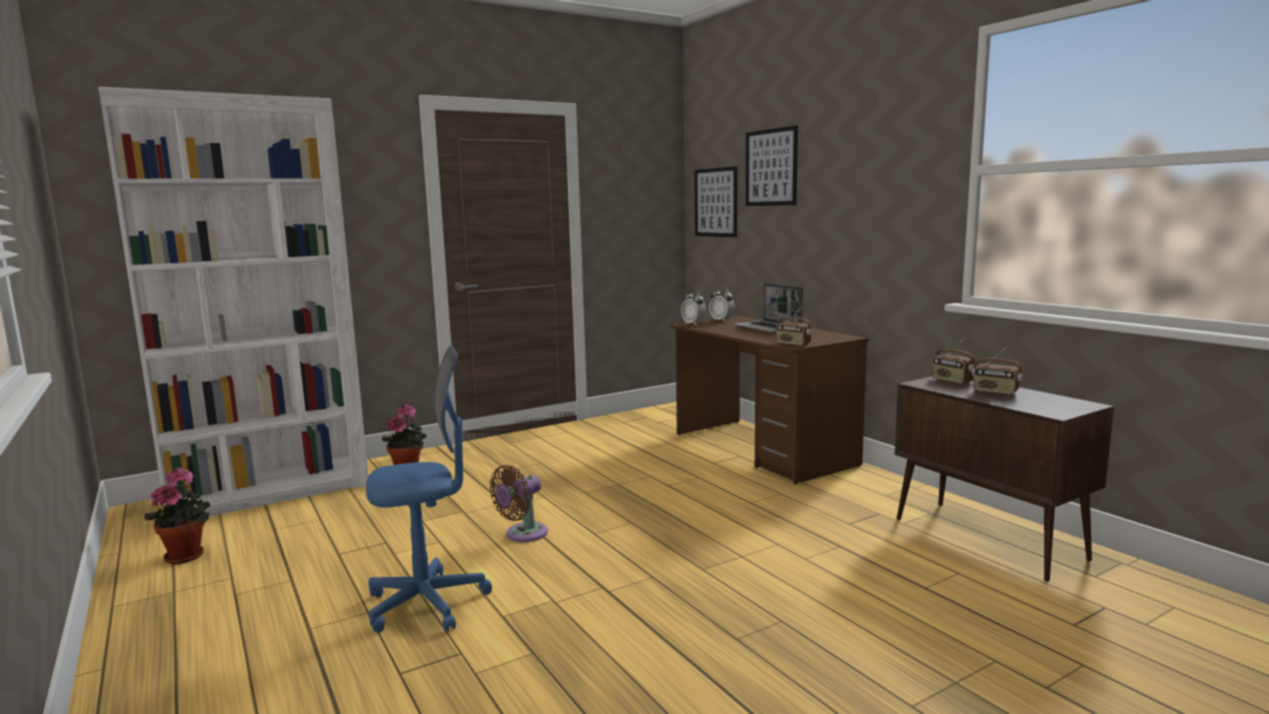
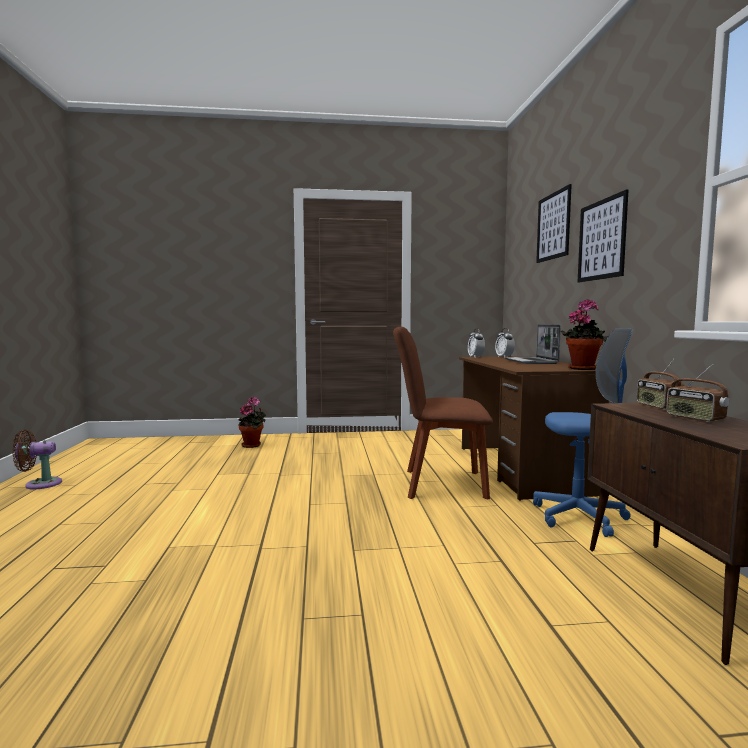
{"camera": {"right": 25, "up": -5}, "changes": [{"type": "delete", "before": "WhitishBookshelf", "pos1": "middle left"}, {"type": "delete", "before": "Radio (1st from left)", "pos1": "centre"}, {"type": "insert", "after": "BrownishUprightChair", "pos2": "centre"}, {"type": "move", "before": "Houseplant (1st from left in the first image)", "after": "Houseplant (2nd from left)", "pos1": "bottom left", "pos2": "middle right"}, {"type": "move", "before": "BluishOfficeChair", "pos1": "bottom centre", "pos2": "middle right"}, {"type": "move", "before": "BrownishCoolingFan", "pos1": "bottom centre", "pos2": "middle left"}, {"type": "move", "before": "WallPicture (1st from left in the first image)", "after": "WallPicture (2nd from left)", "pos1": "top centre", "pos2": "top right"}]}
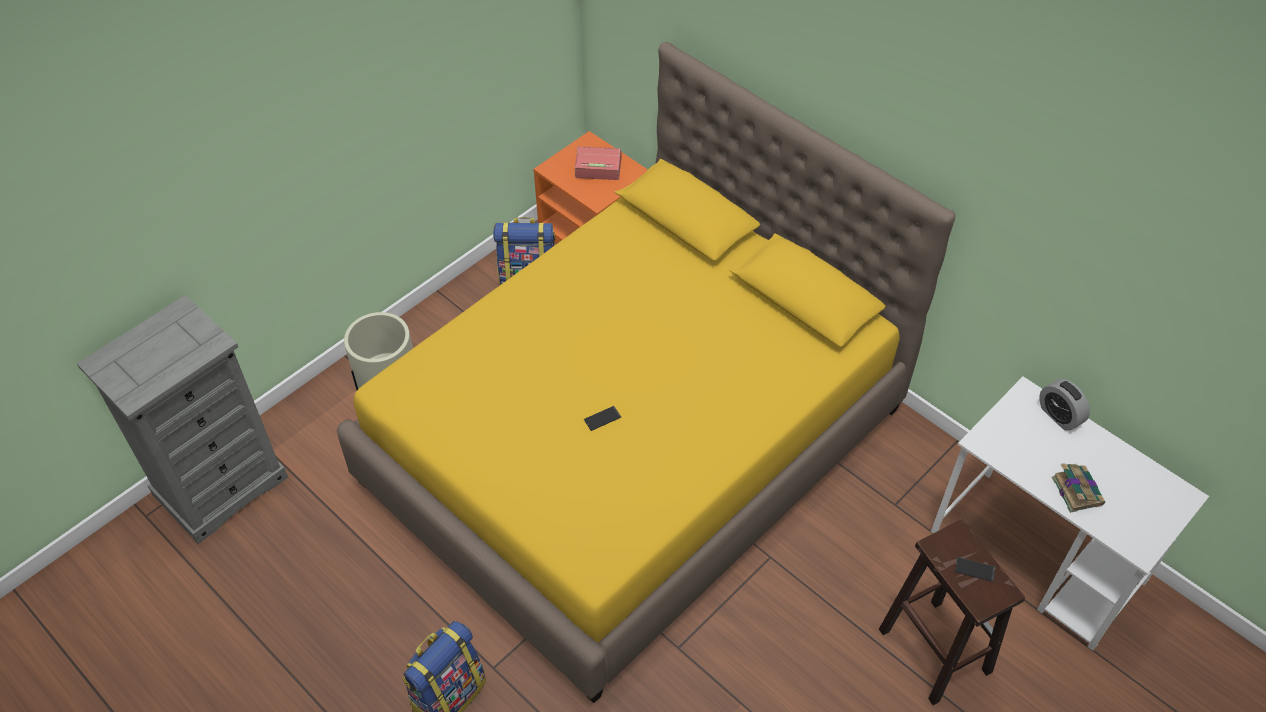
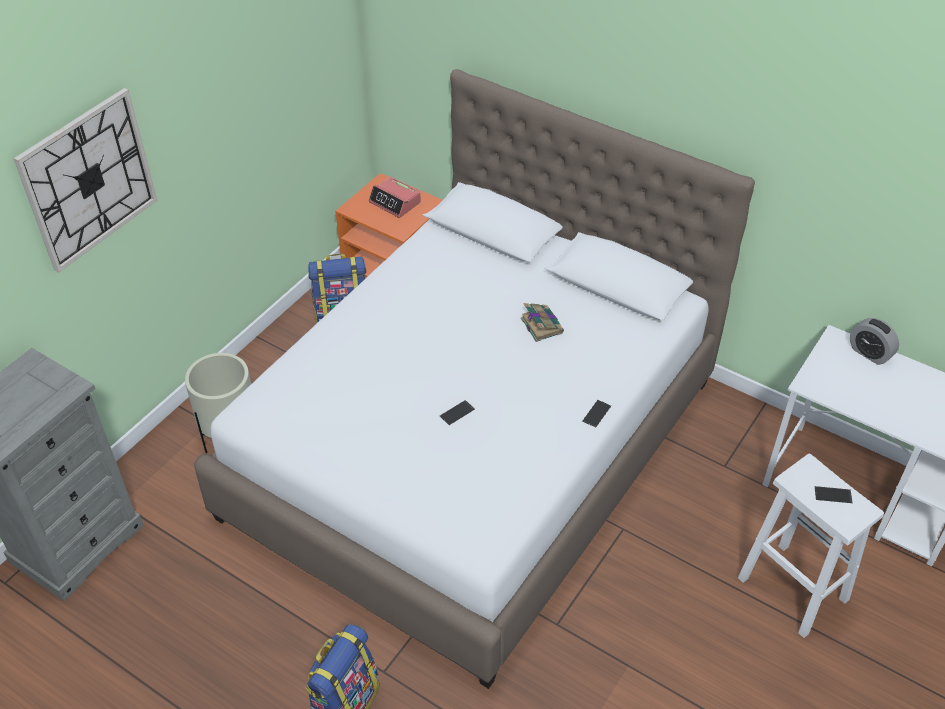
{"camera": {"right": -10, "up": -5}, "changes": [{"type": "insert", "after": "HangingClock", "pos2": "top left"}, {"type": "insert", "after": "Telephone (2nd from left)", "pos2": "centre"}, {"type": "move", "before": "Volume", "pos1": "bottom right", "pos2": "centre"}, {"type": "recolor", "before": "YellowBedroomBed", "after": "WhitishBedroomBed", "pos1": "centre", "pos2": "centre"}, {"type": "recolor", "before": "BrownishStoolSeat", "after": "WhitishStoolSeat", "pos1": "bottom right", "pos2": "bottom right"}, {"type": "rotate", "before": "AlarmClock (1st from left)", "pos1": "top centre", "pos2": "top centre", "turn": -135}]}
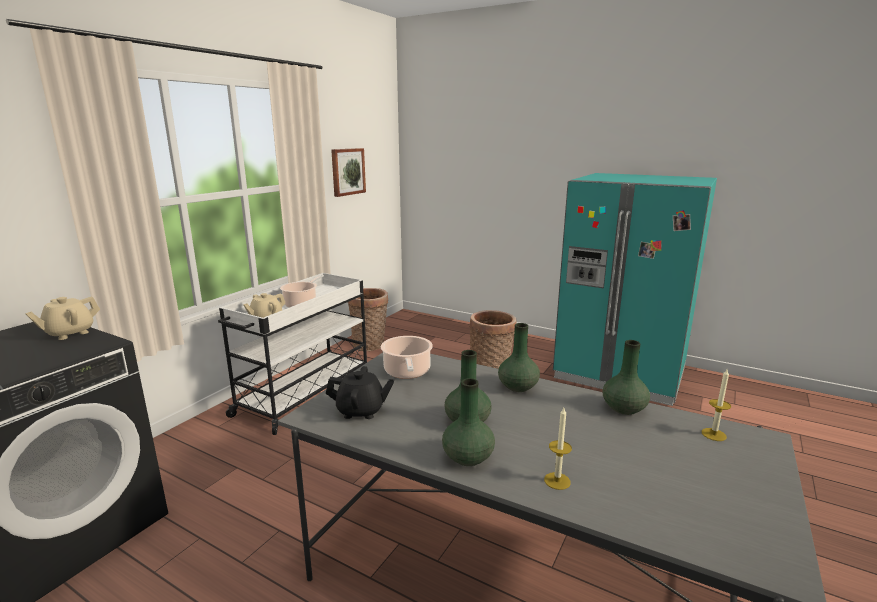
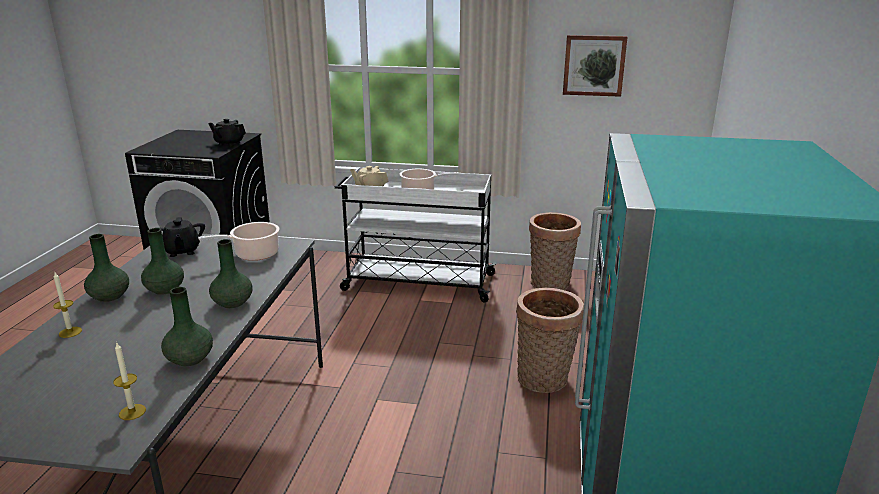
{"camera": {"right": 70, "up": 5}, "changes": [{"type": "recolor", "before": "BeigePotForTea (1st from left)", "after": "BlackColouredPotForTea (2nd from left)", "pos1": "middle left", "pos2": "top left"}]}
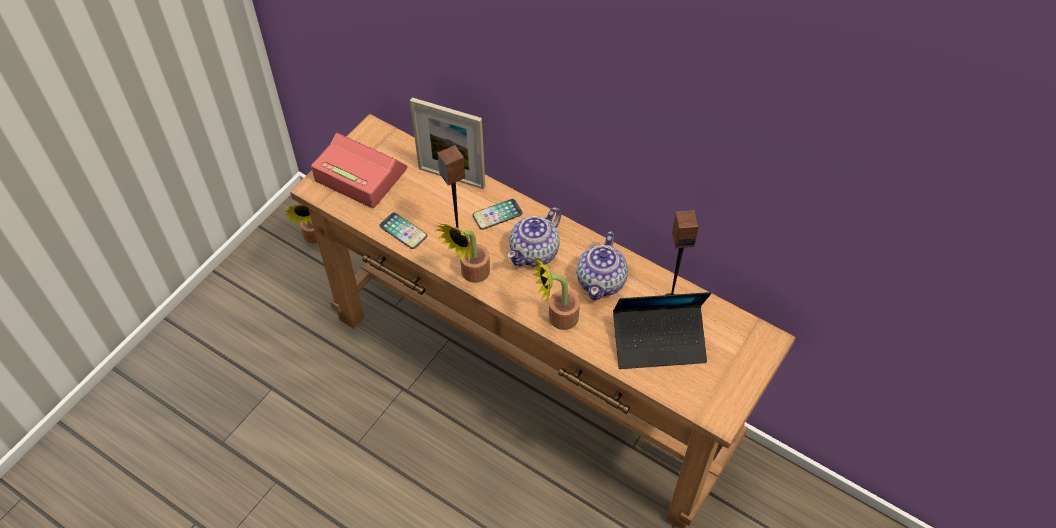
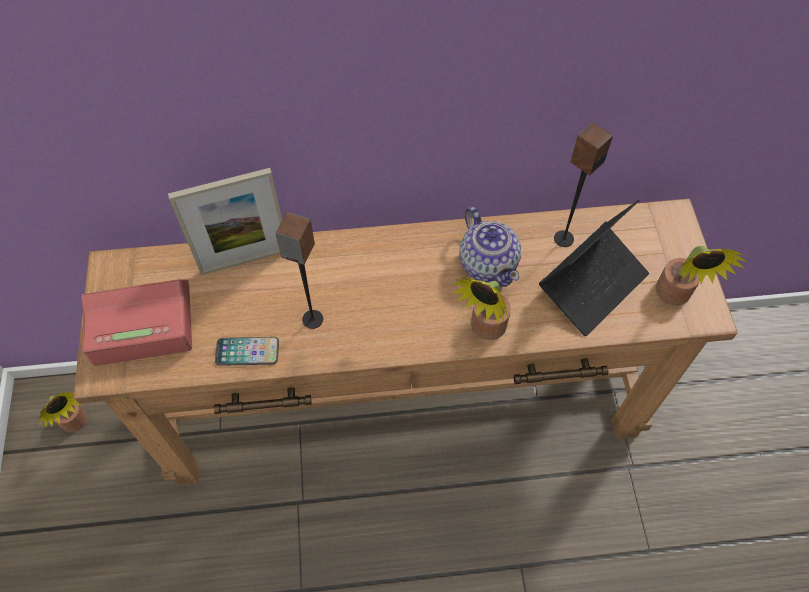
{"camera": {"right": -40, "up": 5}, "changes": [{"type": "delete", "before": "Telephone (2nd from left)", "pos1": "centre"}, {"type": "delete", "before": "PotForTea (1st from left)", "pos1": "centre"}, {"type": "move", "before": "Houseplant (2nd from left in the first image)", "after": "Houseplant (3rd from left)", "pos1": "centre", "pos2": "middle right"}]}
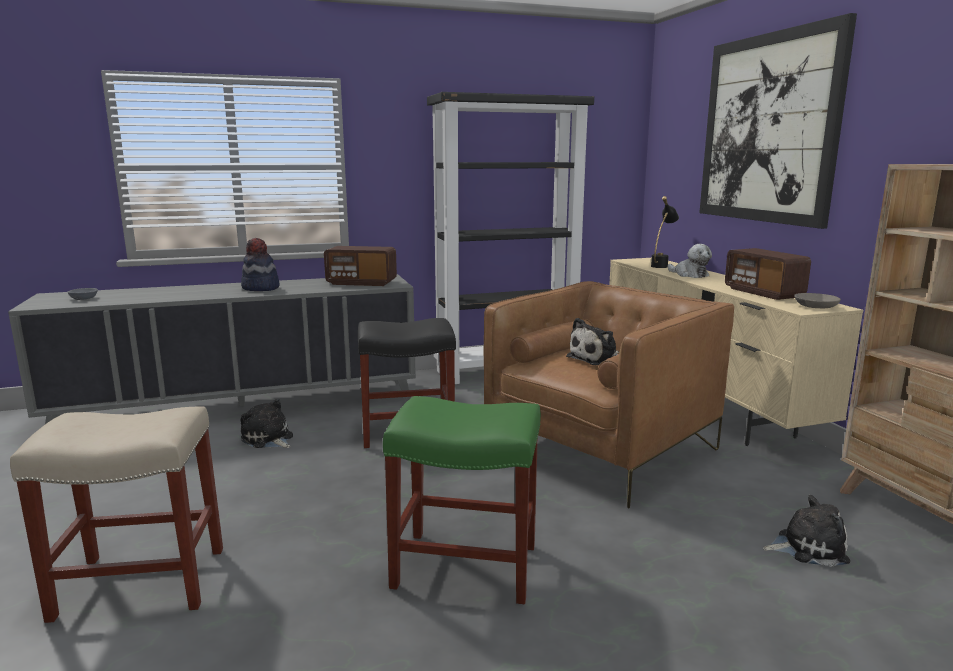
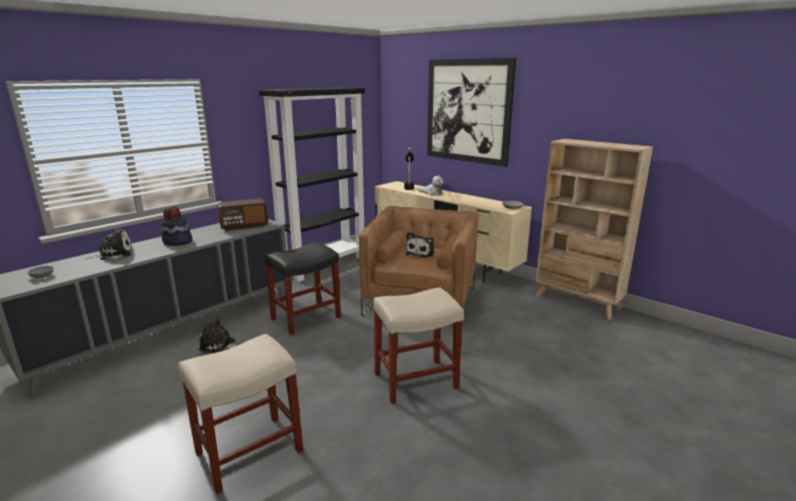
{"camera": {"right": -30, "up": 5}, "changes": [{"type": "delete", "before": "Radio (2nd from left)", "pos1": "middle right"}, {"type": "move", "before": "PlushToy (4th from left in the first image)", "after": "PlushToy (1st from left)", "pos1": "bottom right", "pos2": "middle left"}, {"type": "recolor", "before": "GreenStoolSeat", "after": "BeigeStoolSeat (2nd from left)", "pos1": "bottom centre", "pos2": "bottom centre"}]}
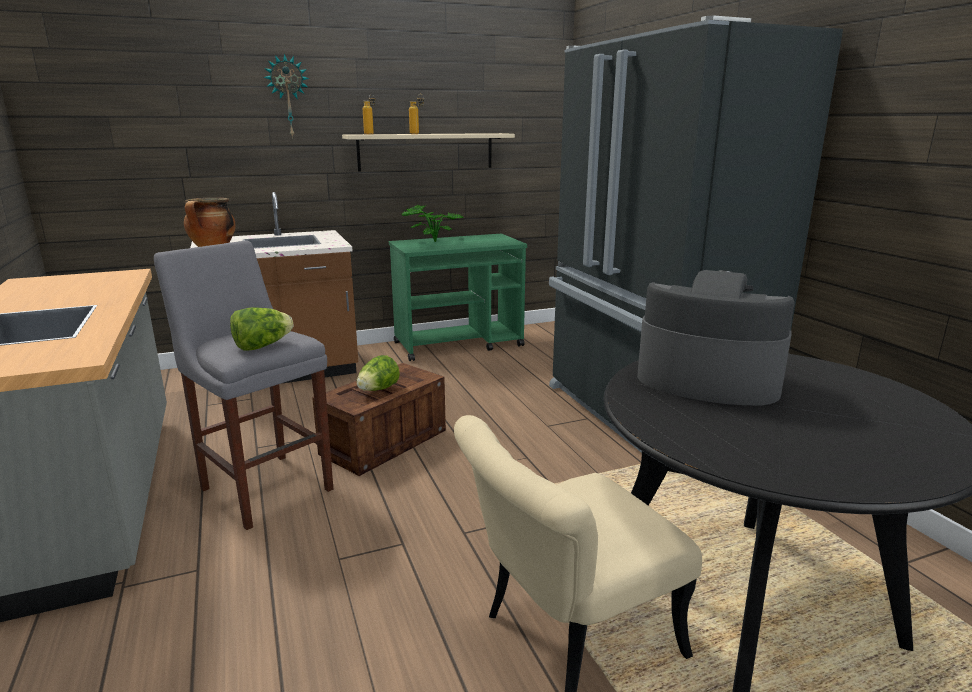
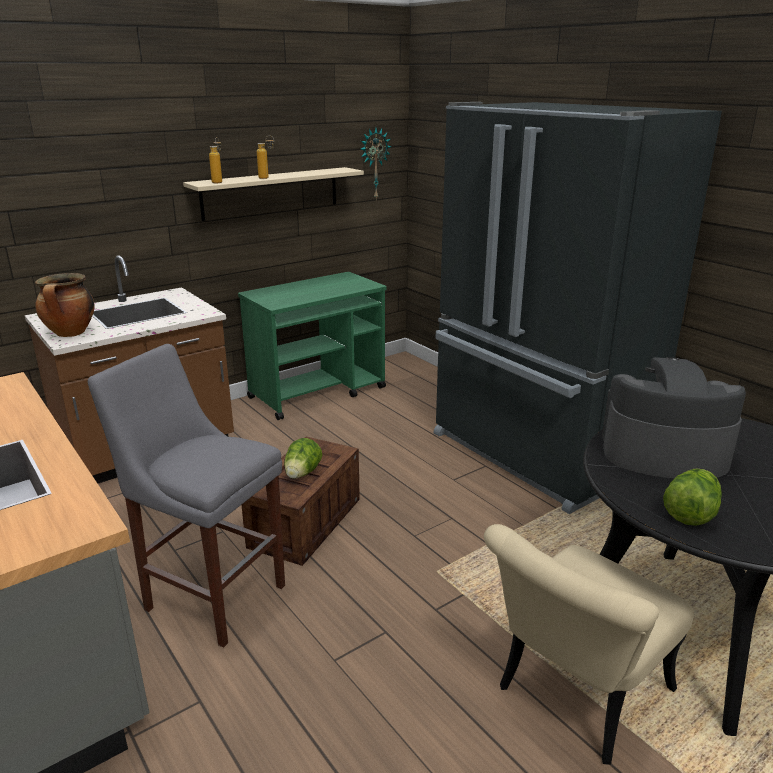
{"camera": {"right": -15, "up": 5}, "changes": [{"type": "delete", "before": "Houseplant", "pos1": "top centre"}, {"type": "move", "before": "Lettuce (1st from left in the first image)", "after": "Lettuce (2nd from left)", "pos1": "middle left", "pos2": "middle right"}, {"type": "move", "before": "HangingClock", "pos1": "top left", "pos2": "top centre"}]}
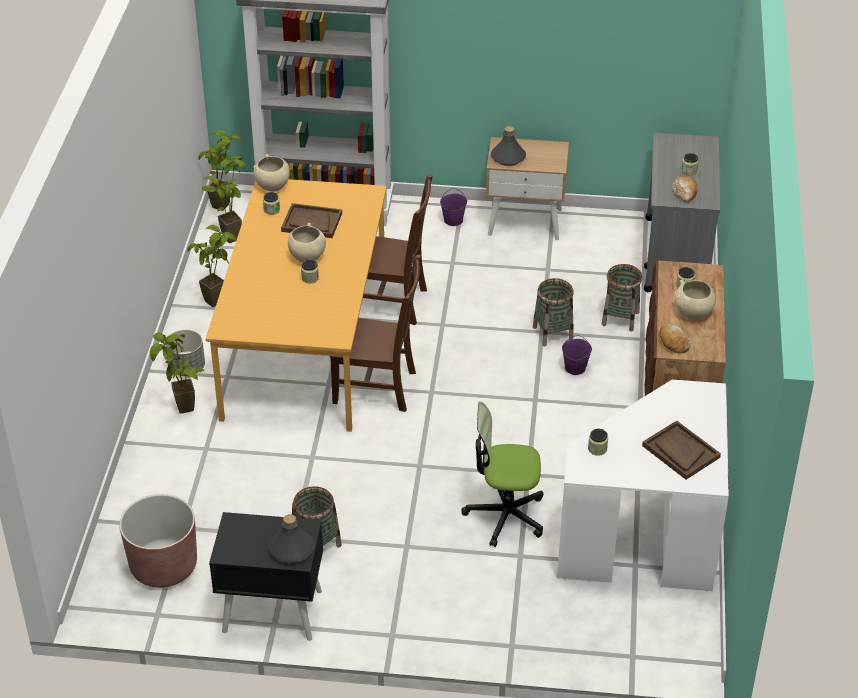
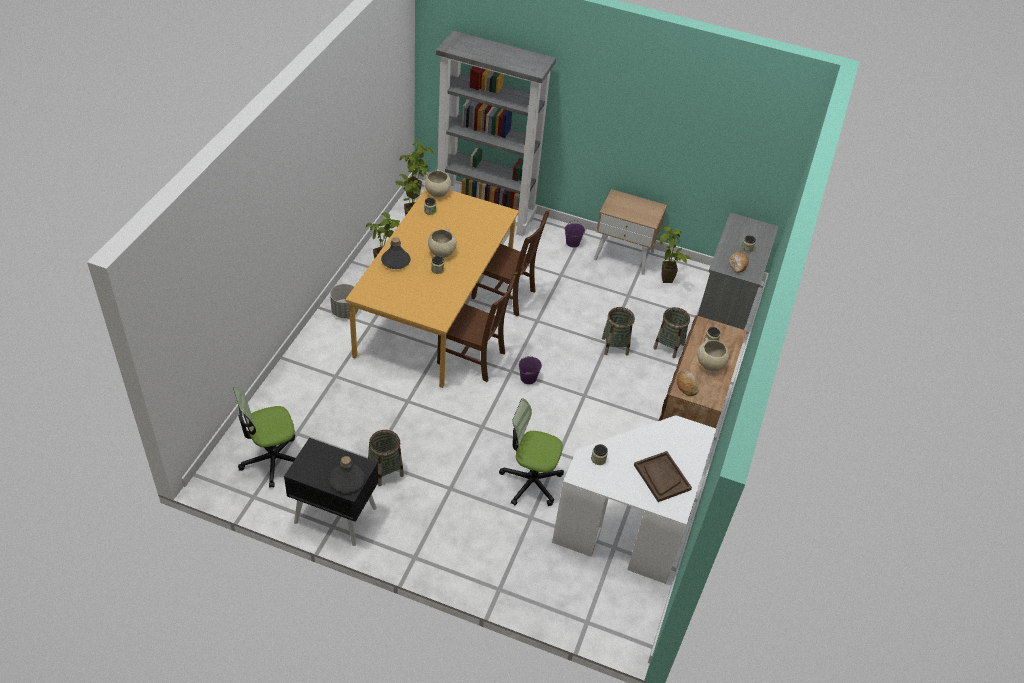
{"camera": {"right": 10, "up": 5}, "changes": [{"type": "delete", "before": "BrownishTray (1st from left)", "pos1": "top centre"}, {"type": "move", "before": "Houseplant (1st from left in the first image)", "after": "Houseplant (4th from left)", "pos1": "middle left", "pos2": "centre"}, {"type": "move", "before": "GreyDrinkBottle (2nd from left)", "pos1": "top centre", "pos2": "centre"}, {"type": "move", "before": "PurplePail (2nd from left in the first image)", "after": "PurplePail (1st from left)", "pos1": "middle right", "pos2": "centre"}, {"type": "replace", "before": "BrownishPlanter", "after": "OfficeChair (1st from left)", "pos1": "bottom left", "pos2": "middle left"}]}
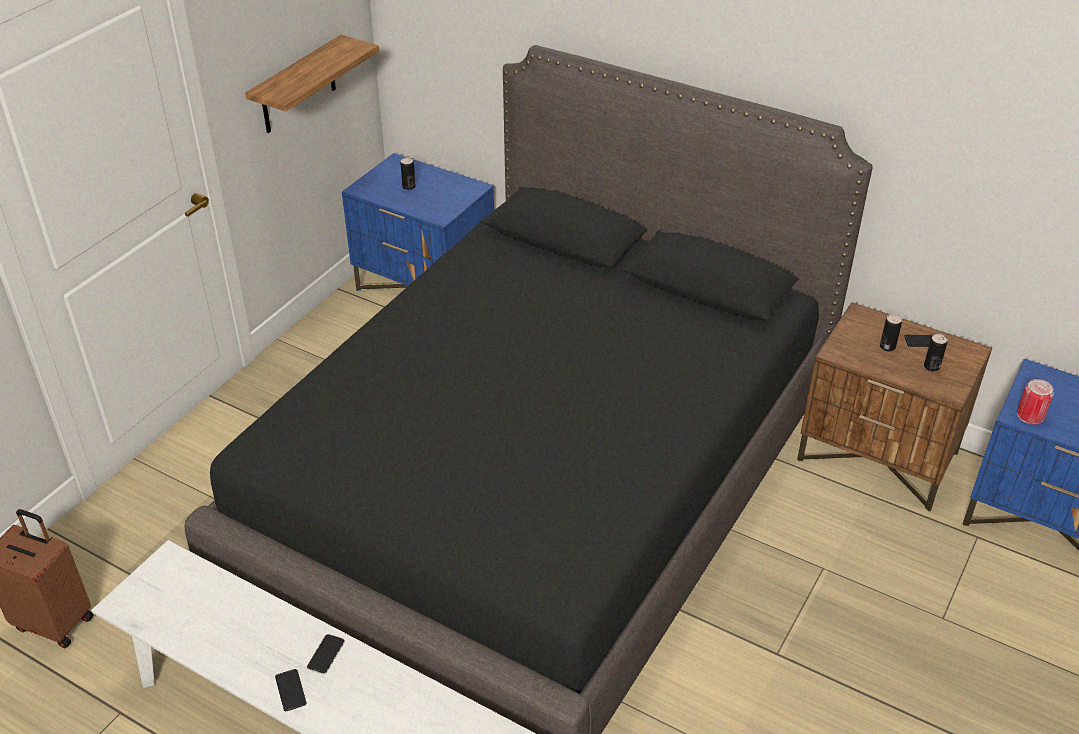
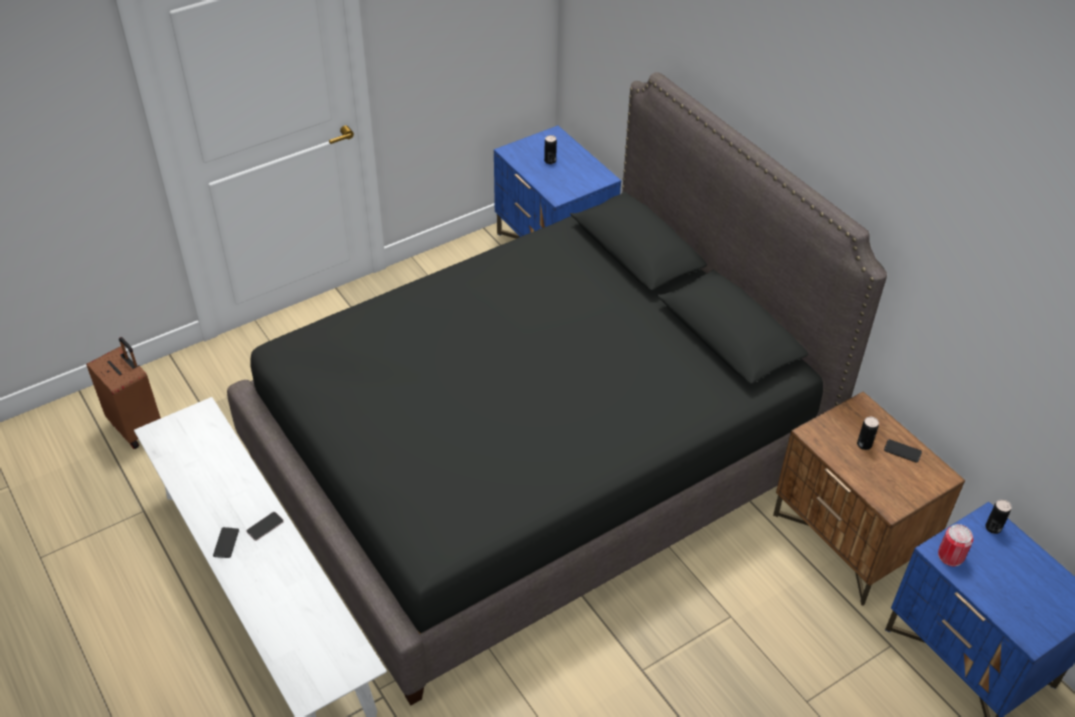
{"camera": {"right": 25, "up": 5}, "changes": [{"type": "delete", "before": "BracketShelf", "pos1": "top left"}, {"type": "move", "before": "SealedCan (3rd from left in the first image)", "after": "SealedCan (4th from left)", "pos1": "middle right", "pos2": "bottom right"}]}
